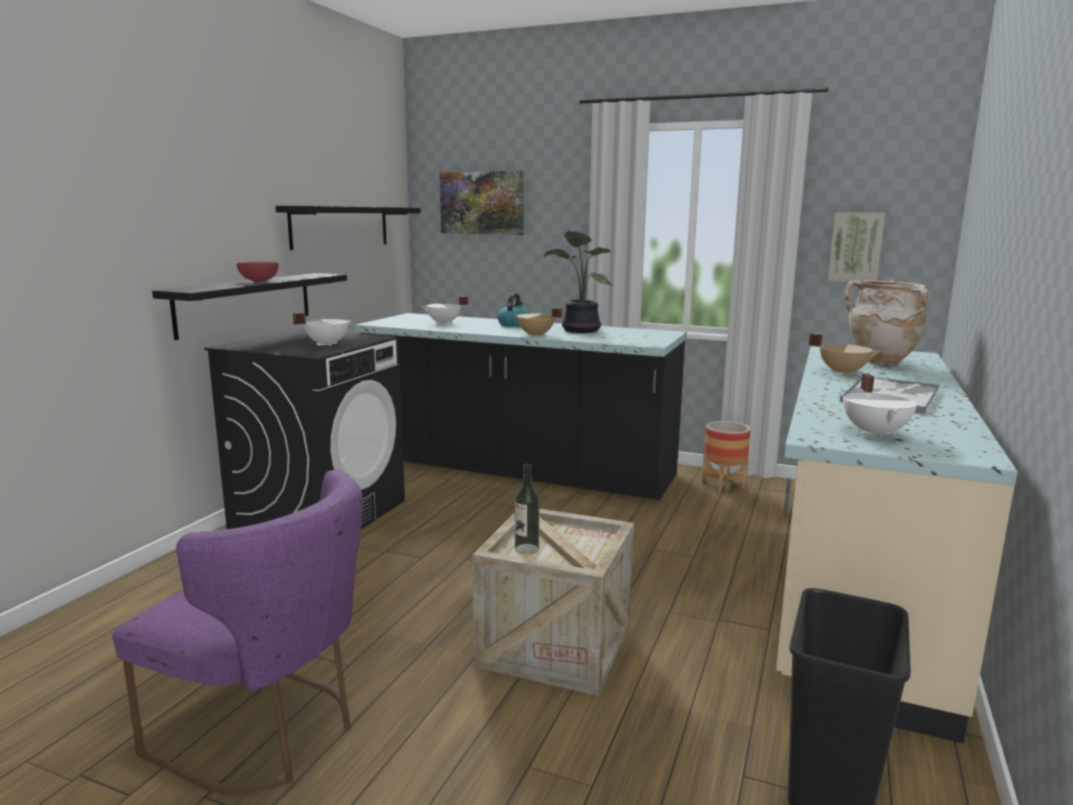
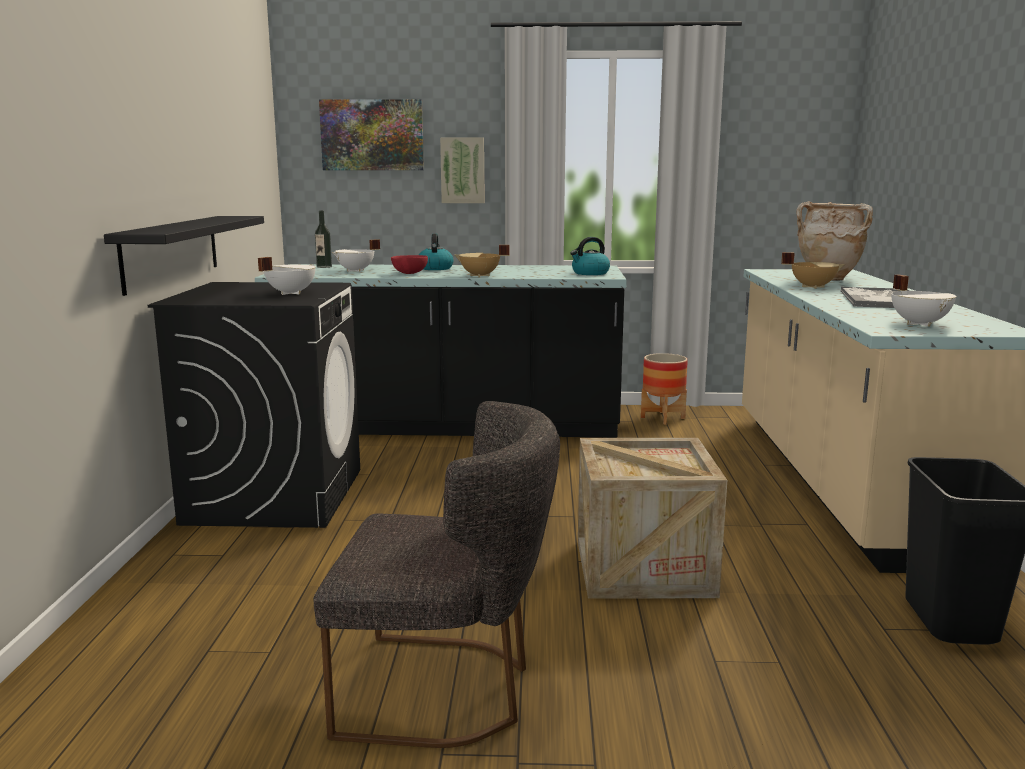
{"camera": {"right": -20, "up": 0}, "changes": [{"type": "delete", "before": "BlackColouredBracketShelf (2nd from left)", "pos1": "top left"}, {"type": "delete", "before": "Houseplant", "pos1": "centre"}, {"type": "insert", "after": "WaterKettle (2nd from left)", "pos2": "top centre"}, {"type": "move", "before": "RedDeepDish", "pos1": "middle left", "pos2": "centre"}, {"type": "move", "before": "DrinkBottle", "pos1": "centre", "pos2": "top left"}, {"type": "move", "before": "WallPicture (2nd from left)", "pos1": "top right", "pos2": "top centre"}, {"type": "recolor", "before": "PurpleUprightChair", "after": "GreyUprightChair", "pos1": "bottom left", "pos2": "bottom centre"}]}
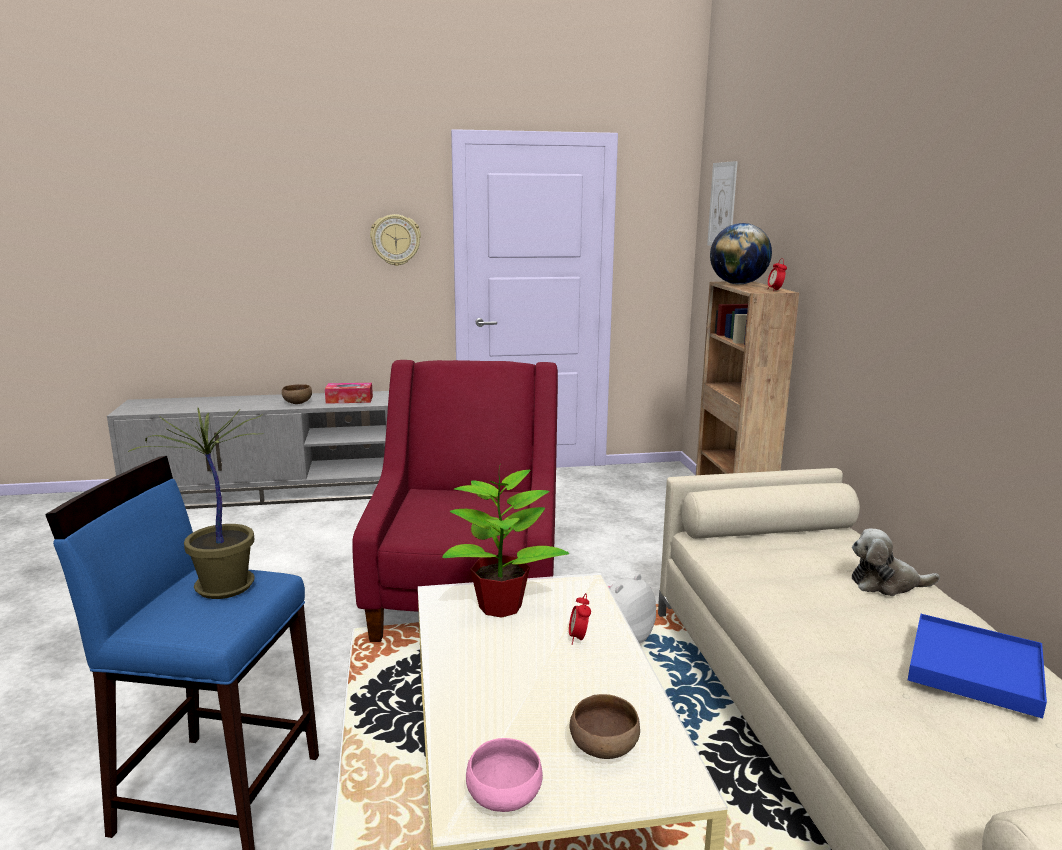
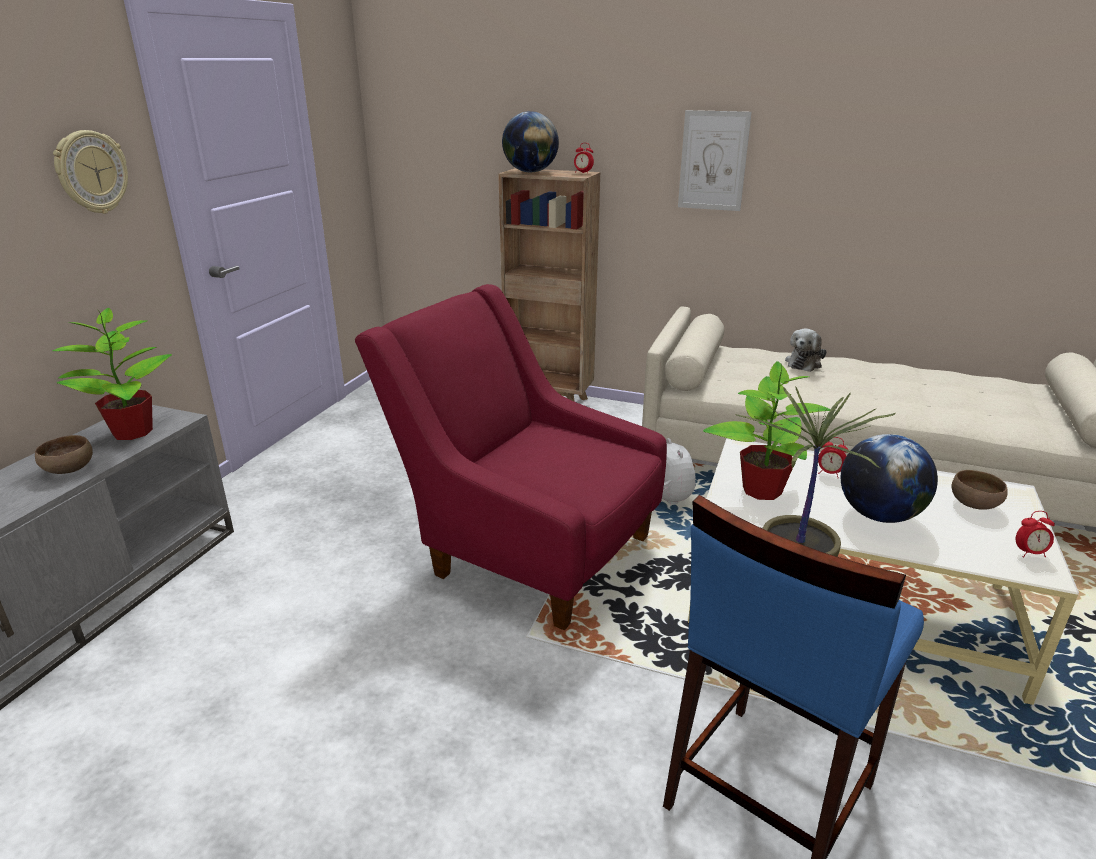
{"camera": {"right": -60, "up": 10}, "changes": [{"type": "delete", "before": "BluishTray", "pos1": "bottom right"}, {"type": "insert", "after": "Globe (2nd from left)", "pos2": "middle right"}, {"type": "move", "before": "WallPicture", "pos1": "top right", "pos2": "top centre"}, {"type": "replace", "before": "TissueHolder", "after": "Houseplant (1st from left)", "pos1": "middle left", "pos2": "middle left"}, {"type": "replace", "before": "PinkColouredDeepDish", "after": "AlarmClock (3rd from left)", "pos1": "bottom centre", "pos2": "middle right"}]}
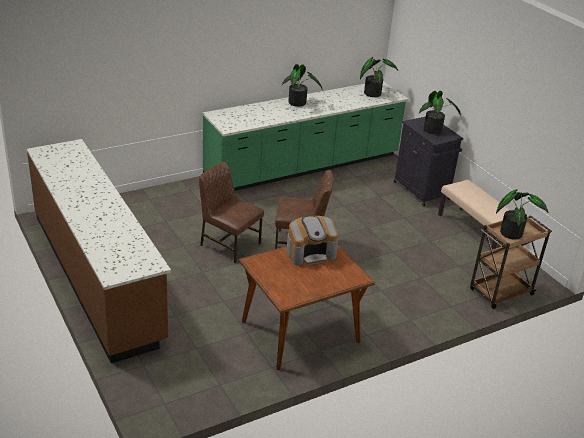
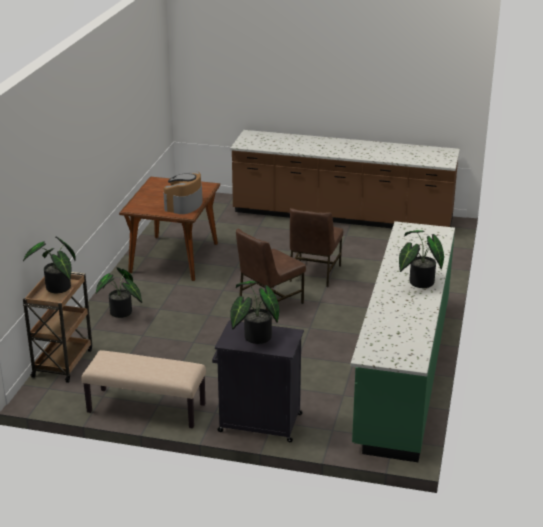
{"camera": {"right": 135, "up": -5}, "changes": [{"type": "move", "before": "Houseplant (2nd from left)", "pos1": "top centre", "pos2": "middle left"}, {"type": "rotate", "before": "BrownishUprightChair (1st from left in the first image)", "pos1": "centre", "pos2": "centre", "turn": 120}]}
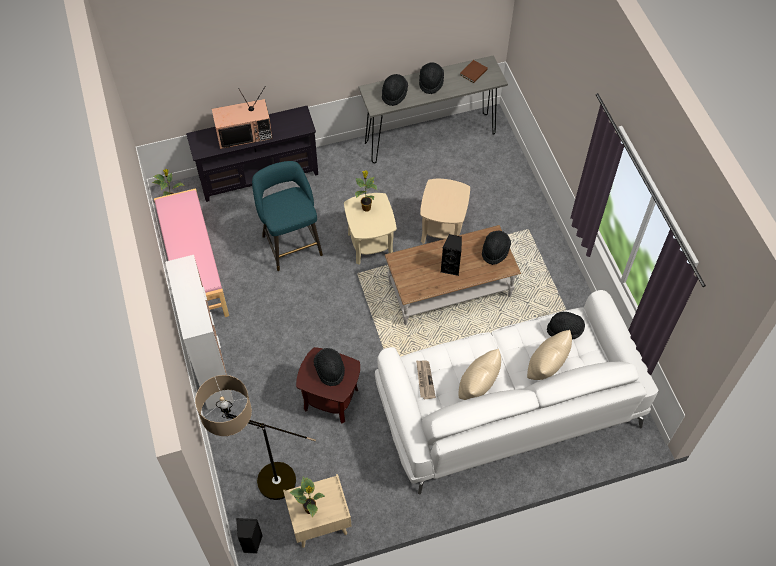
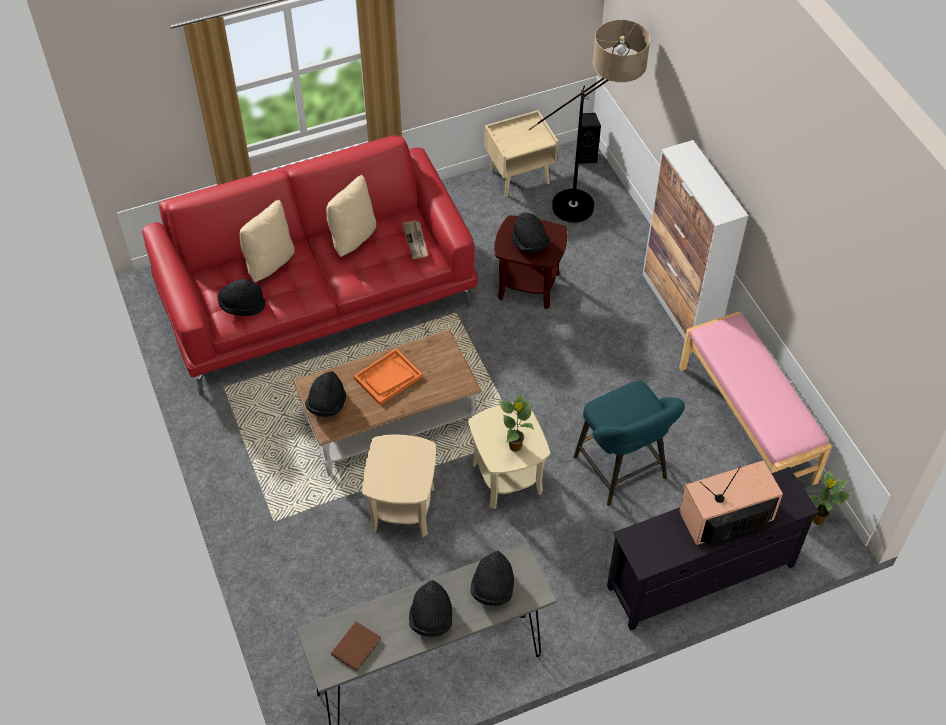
{"camera": {"right": 175, "up": -5}, "changes": [{"type": "delete", "before": "Houseplant (2nd from left)", "pos1": "bottom centre"}, {"type": "replace", "before": "BlackColouredSpeaker (2nd from left)", "after": "OrangeColouredTray", "pos1": "centre", "pos2": "centre"}, {"type": "recolor", "before": "WhitishSofa", "after": "RedSofa", "pos1": "bottom centre", "pos2": "middle left"}]}
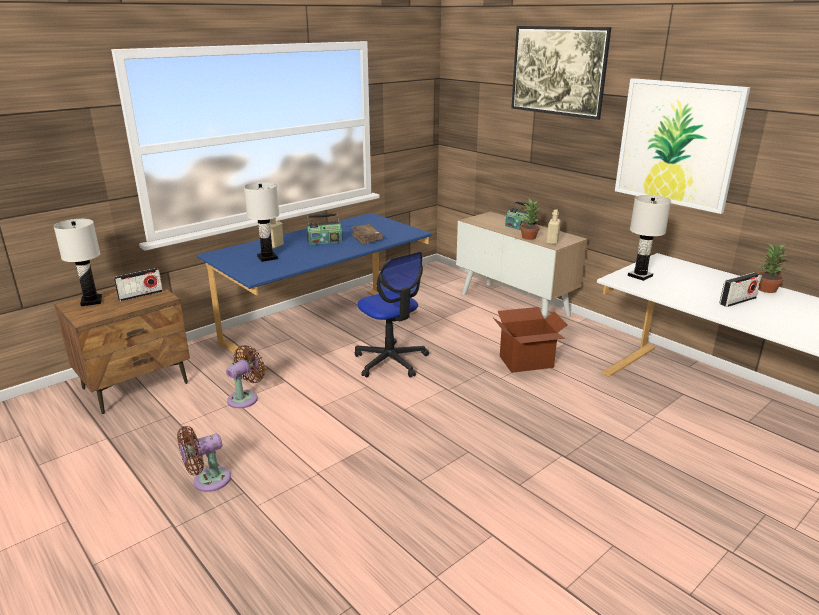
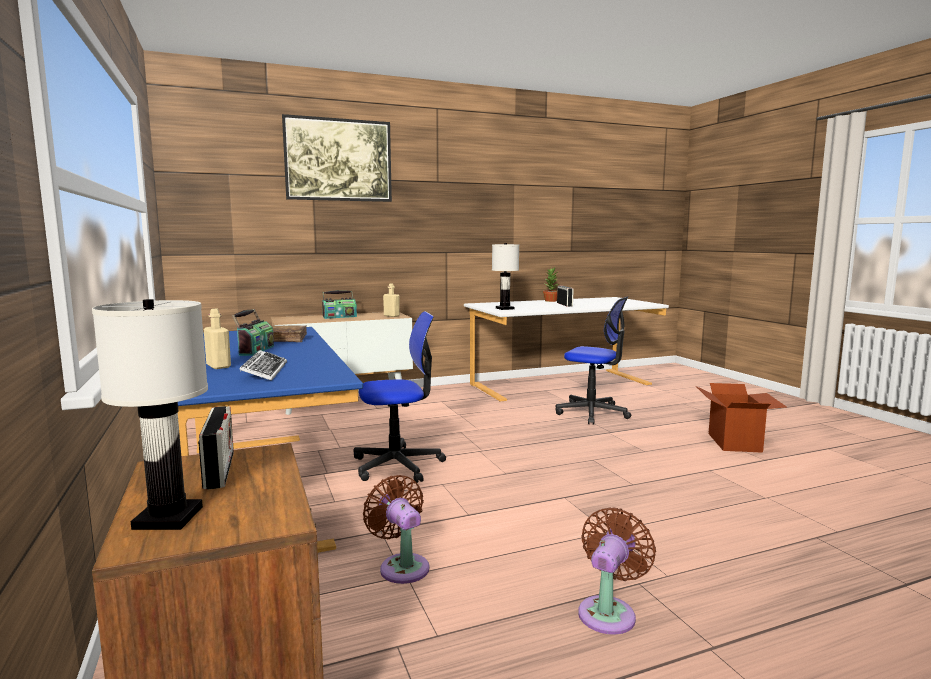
{"camera": {"right": -70, "up": -15}, "changes": [{"type": "delete", "before": "Houseplant (1st from left)", "pos1": "centre"}, {"type": "delete", "before": "WallPicture (2nd from left)", "pos1": "top right"}, {"type": "insert", "after": "OfficeChair (2nd from left)", "pos2": "centre"}, {"type": "move", "before": "PackingBox", "pos1": "centre", "pos2": "middle right"}, {"type": "replace", "before": "WhitishLampForATable (2nd from left)", "after": "ComputerKeyboard", "pos1": "middle left", "pos2": "middle left"}, {"type": "rotate", "before": "BrownishCoolingFan (1st from left in the first image)", "pos1": "bottom left", "pos2": "bottom centre", "turn": -135}]}
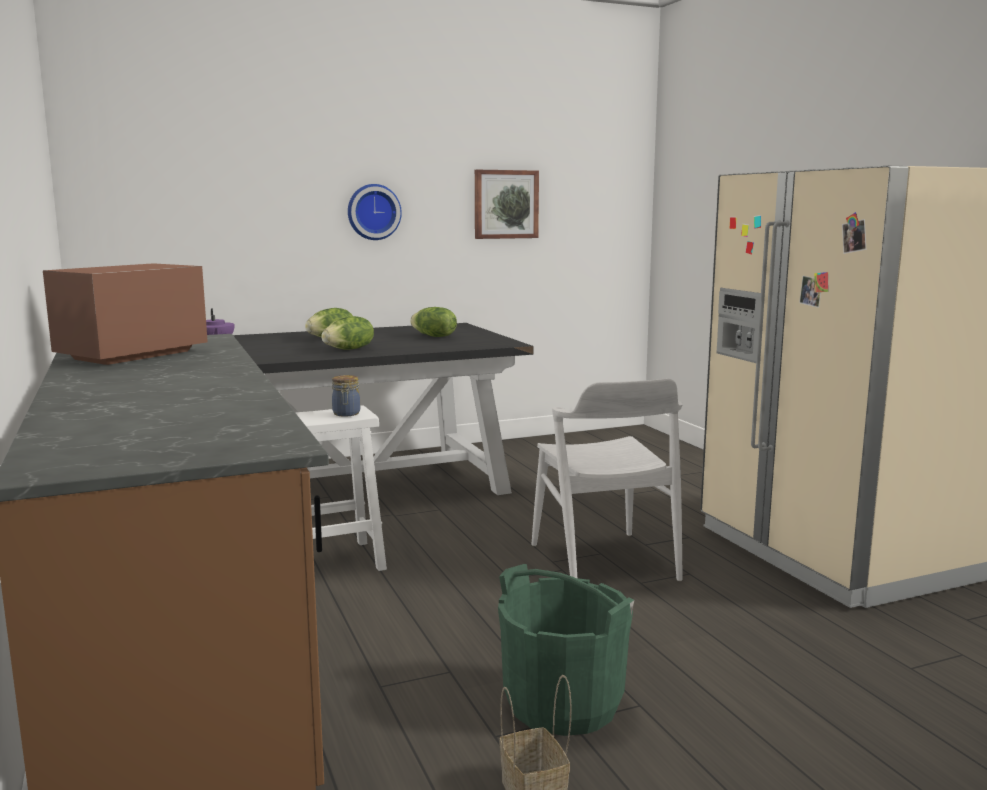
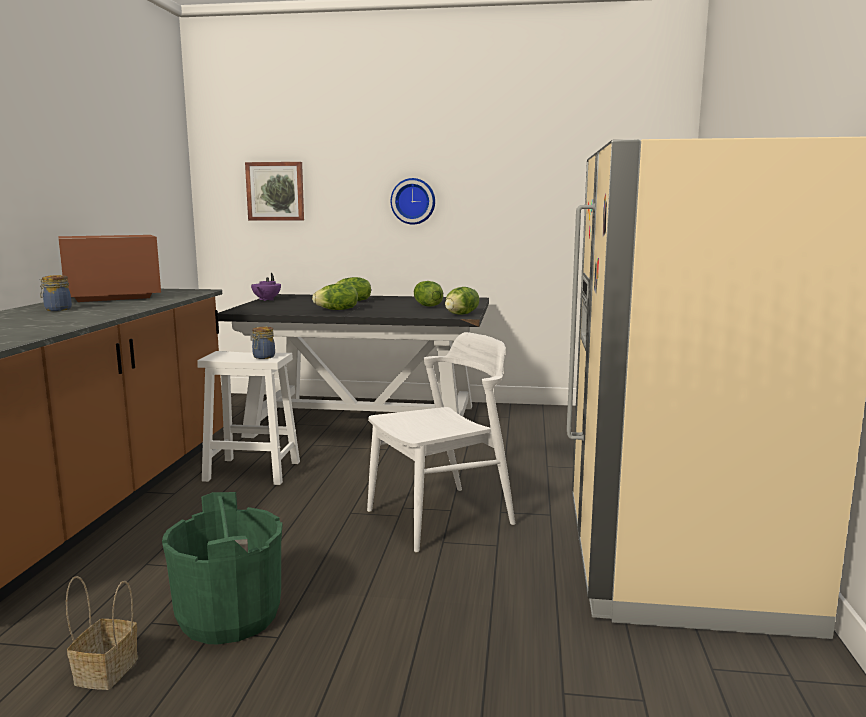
{"camera": {"right": 30, "up": 0}, "changes": [{"type": "insert", "after": "StorageJar (1st from left)", "pos2": "middle left"}, {"type": "insert", "after": "Lettuce (4th from left)", "pos2": "centre"}, {"type": "move", "before": "WallPicture", "pos1": "top centre", "pos2": "top left"}, {"type": "rotate", "before": "WhitishUprightChair", "pos1": "centre", "pos2": "centre", "turn": -135}]}
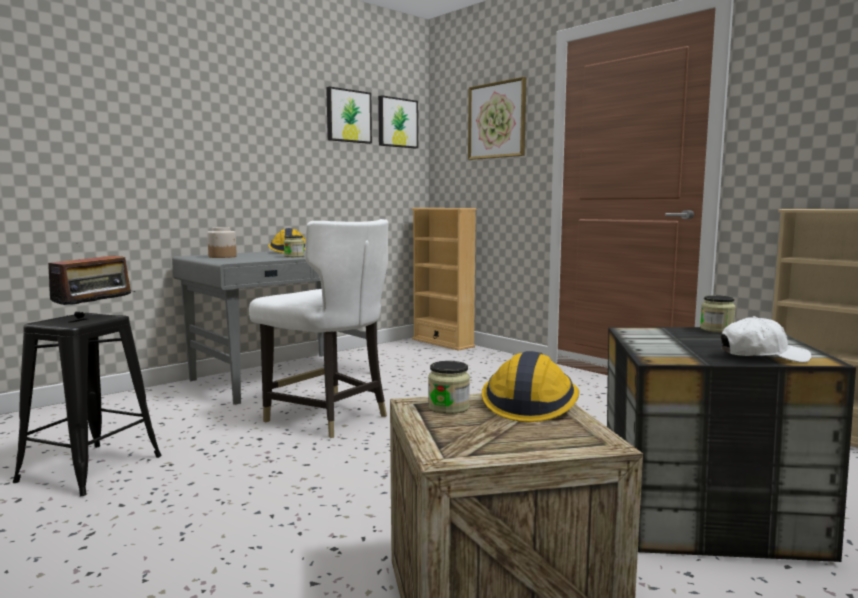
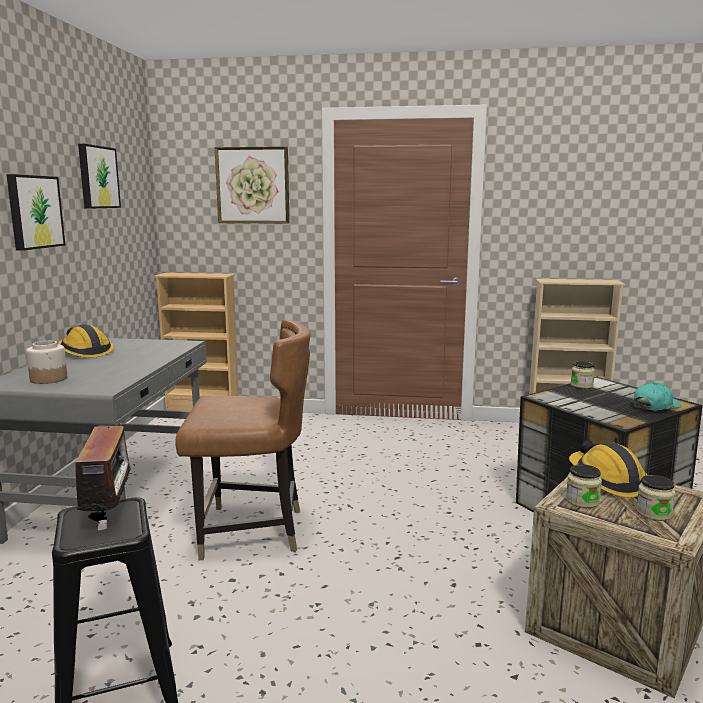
{"camera": {"right": -40, "up": 5}, "changes": [{"type": "move", "before": "StorageJar (2nd from left in the first image)", "after": "StorageJar (4th from left)", "pos1": "centre", "pos2": "bottom right"}, {"type": "move", "before": "WallPicture (2nd from left in the first image)", "after": "WallPicture (1st from left)", "pos1": "top centre", "pos2": "top left"}, {"type": "recolor", "before": "WhitishUprightChair", "after": "BrownishUprightChair", "pos1": "centre", "pos2": "centre"}, {"type": "recolor", "before": "WhitishCap", "after": "BlueGreenCap", "pos1": "middle right", "pos2": "middle right"}]}
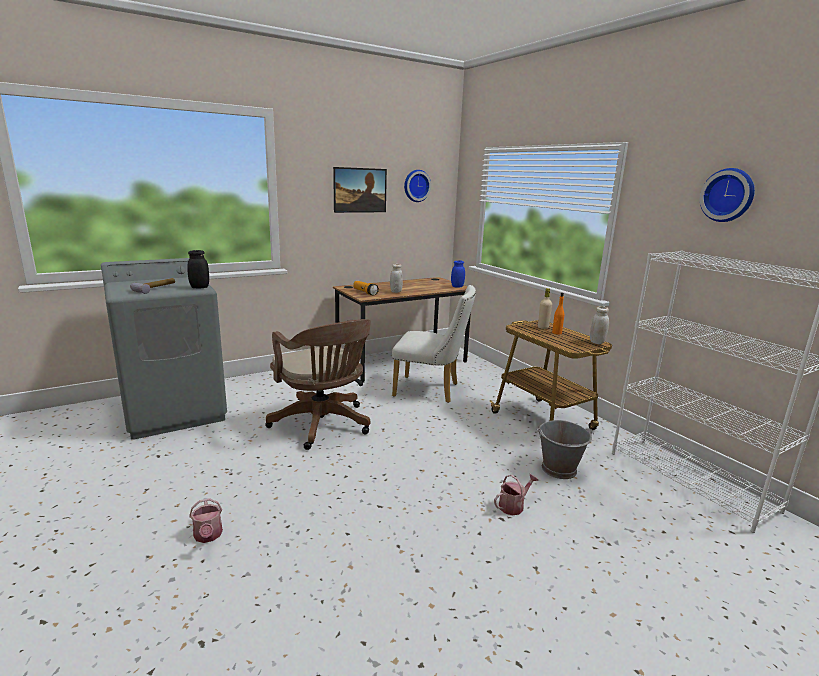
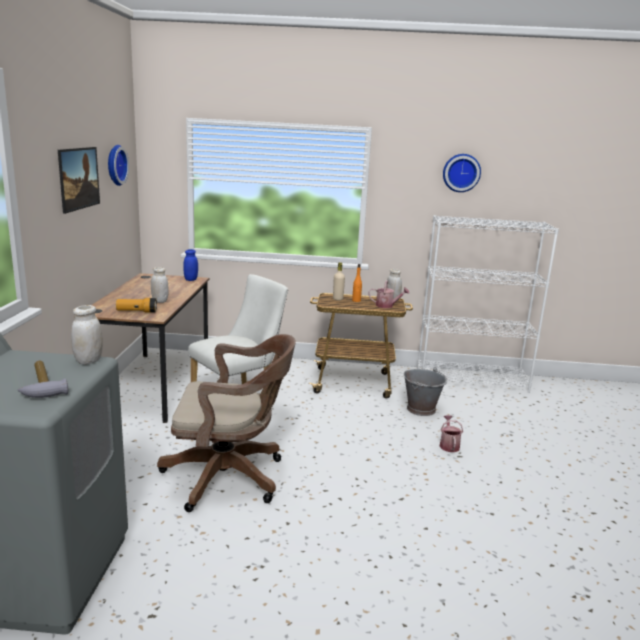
{"camera": {"right": -55, "up": 0}, "changes": [{"type": "move", "before": "WateringCan (1st from left)", "pos1": "bottom left", "pos2": "centre"}, {"type": "recolor", "before": "BlackColouredStorageJar", "after": "WhitishStorageJar (1st from left)", "pos1": "middle left", "pos2": "middle left"}]}
